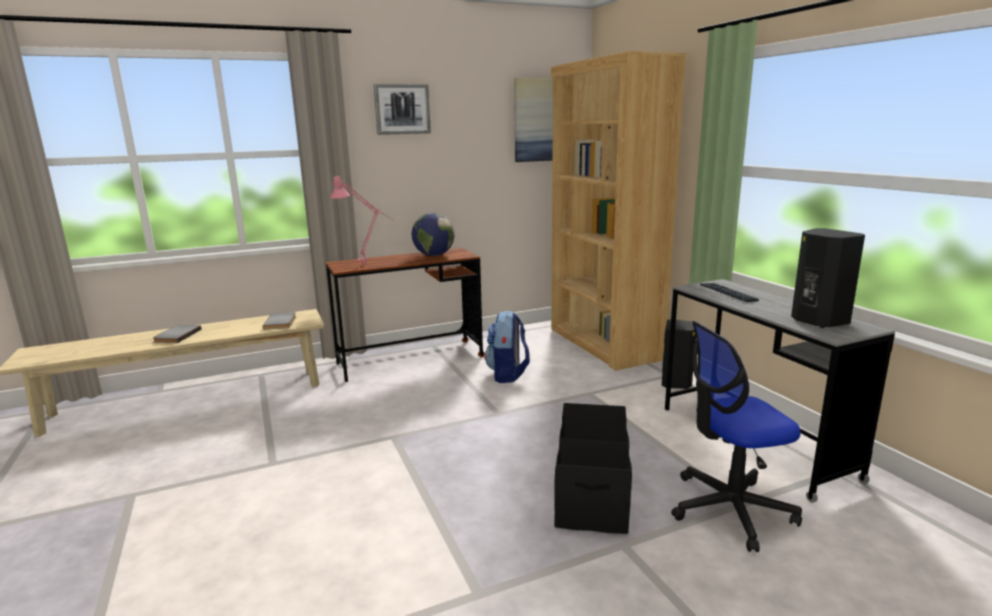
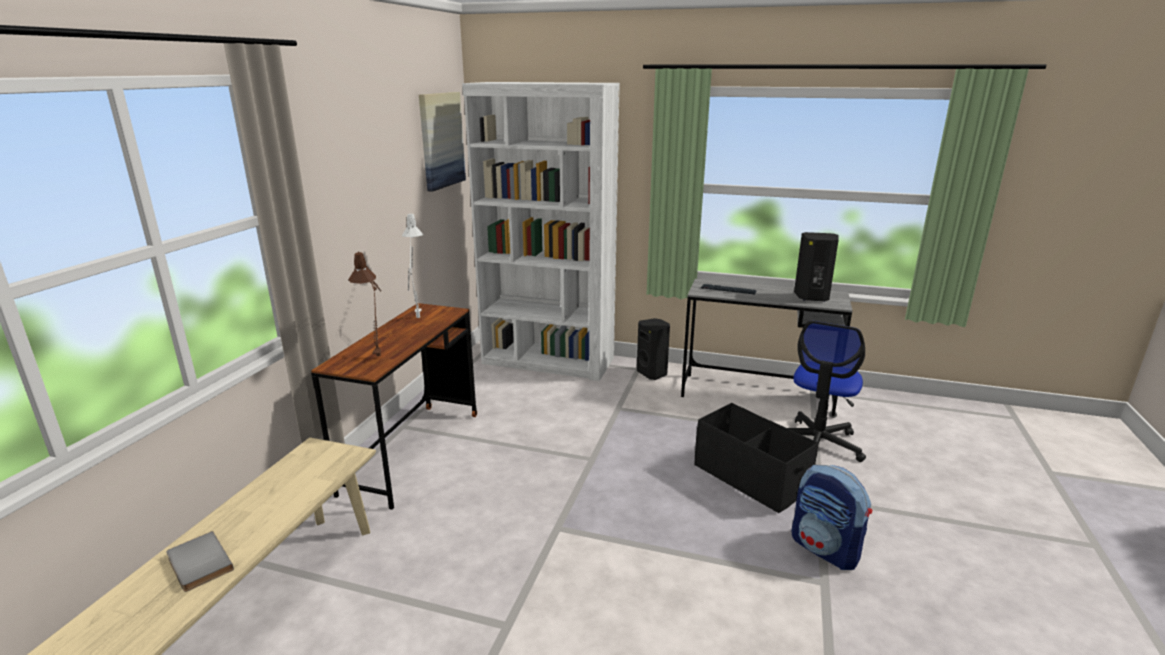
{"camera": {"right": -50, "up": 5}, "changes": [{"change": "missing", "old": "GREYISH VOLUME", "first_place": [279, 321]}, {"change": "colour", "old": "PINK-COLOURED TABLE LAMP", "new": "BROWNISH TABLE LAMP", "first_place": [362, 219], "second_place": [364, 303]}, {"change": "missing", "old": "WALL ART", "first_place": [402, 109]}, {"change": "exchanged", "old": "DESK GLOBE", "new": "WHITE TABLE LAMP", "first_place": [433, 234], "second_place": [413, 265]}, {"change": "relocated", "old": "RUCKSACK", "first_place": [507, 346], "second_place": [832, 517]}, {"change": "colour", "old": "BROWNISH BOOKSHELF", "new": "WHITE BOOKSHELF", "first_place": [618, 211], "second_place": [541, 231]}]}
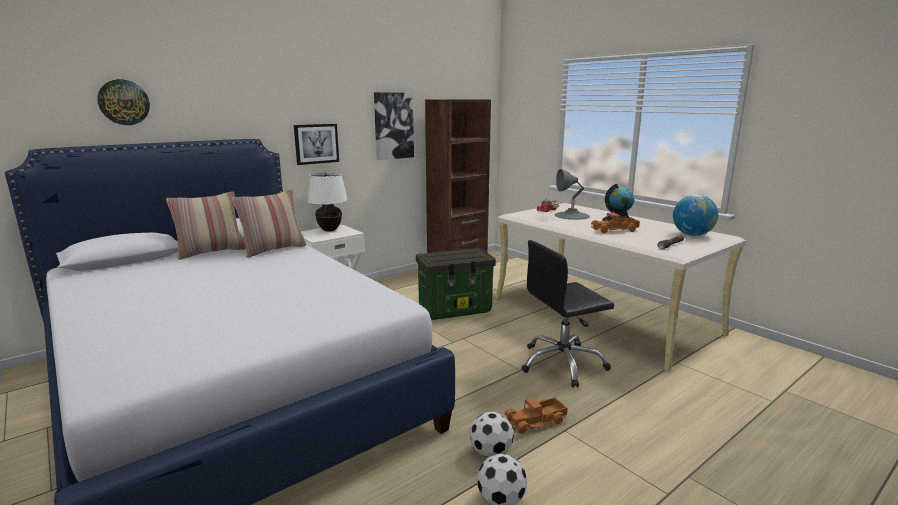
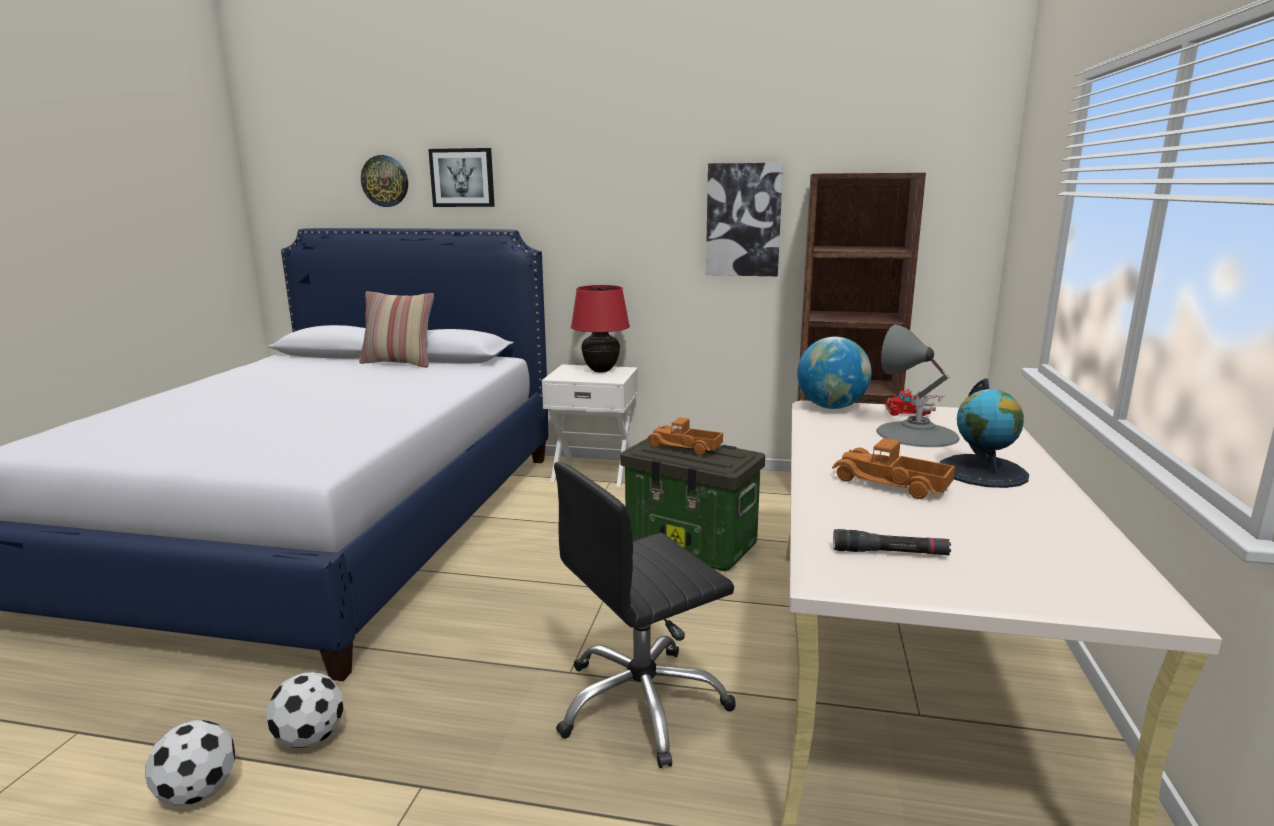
{"camera": {"right": 50, "up": 0}, "changes": [{"change": "missing", "old": "THROW PILLOW", "first_place": [269, 224]}, {"change": "relocated", "old": "WALL ART", "first_place": [316, 144], "second_place": [461, 177]}, {"change": "colour", "old": "WHITE TABLE LAMP", "new": "REDDISH TABLE LAMP", "first_place": [327, 202], "second_place": [600, 329]}, {"change": "relocated", "old": "MODEL TRUCK", "first_place": [536, 415], "second_place": [685, 436]}, {"change": "spun", "old": "BLACKISH OFFICE CHAIR", "first_place": [567, 313], "second_place": [645, 615], "degrees": -60}, {"change": "relocated", "old": "DESK GLOBE", "first_place": [695, 215], "second_place": [834, 373]}]}
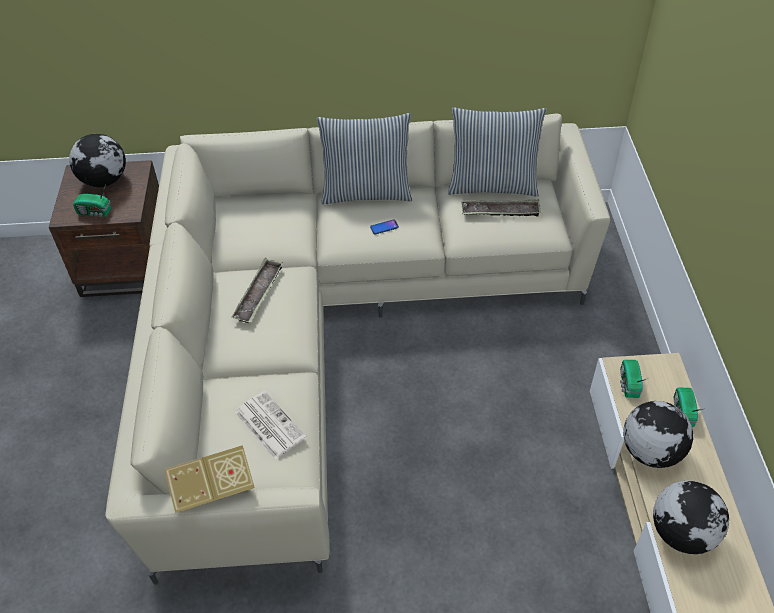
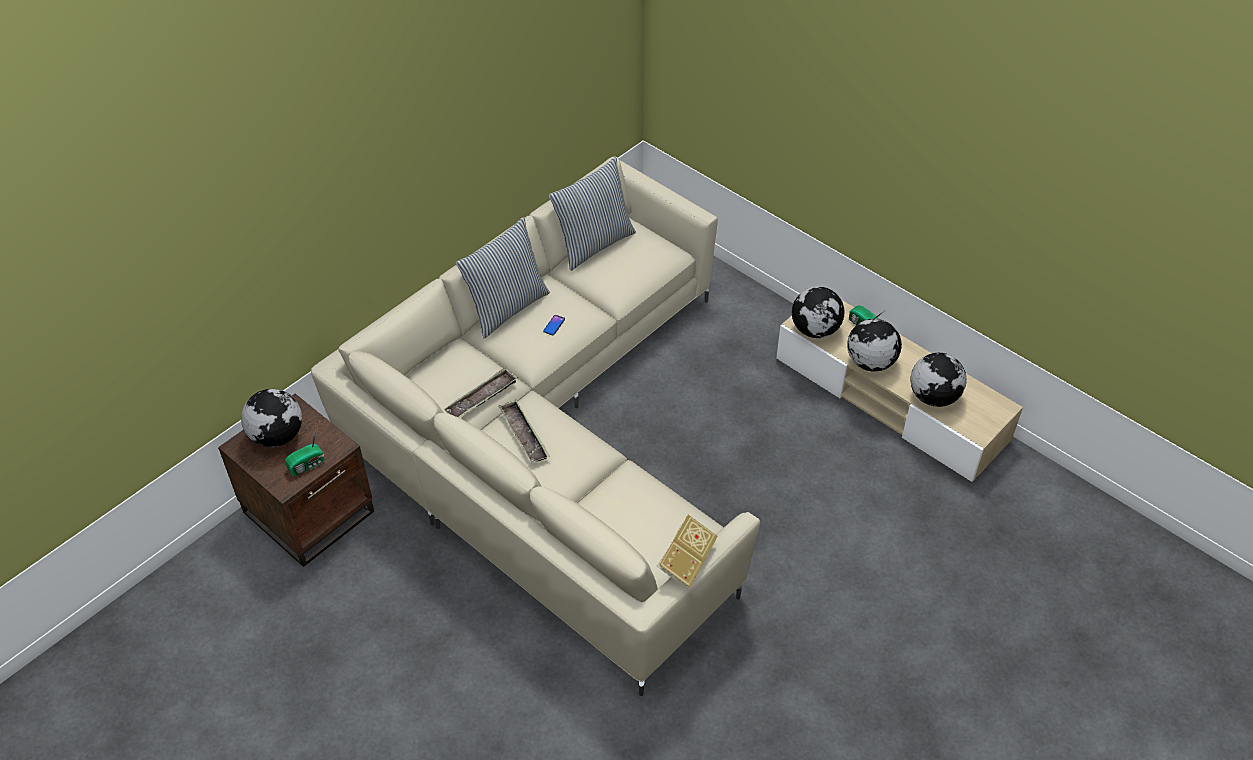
{"camera": {"right": -45, "up": 0}, "changes": [{"change": "missing", "old": "PRINTED PAPER", "first_place": [270, 425]}, {"change": "relocated", "old": "SERVING TRAY", "first_place": [501, 207], "second_place": [480, 392]}, {"change": "exchanged", "old": "RADIO RECEIVER", "new": "DESK GLOBE", "first_place": [633, 379], "second_place": [818, 312]}]}
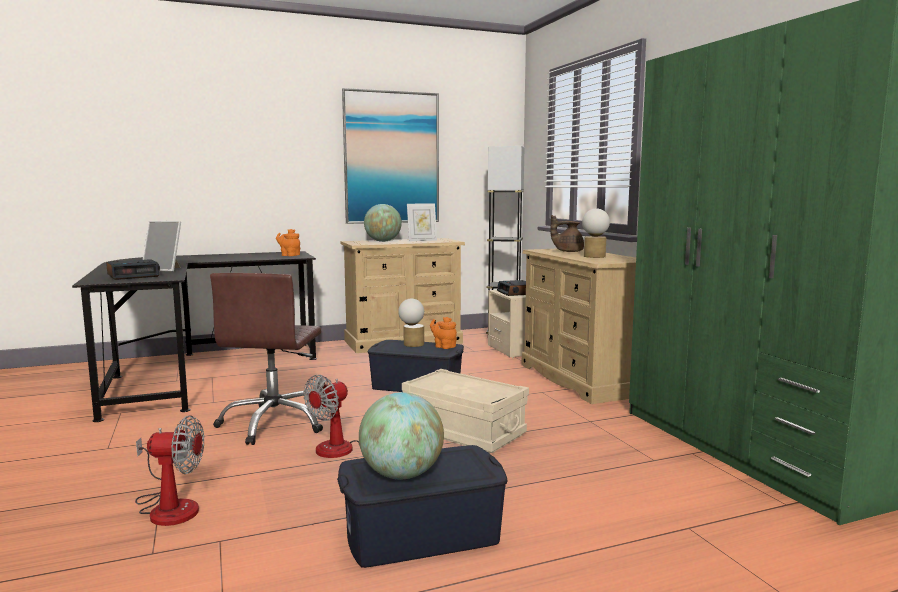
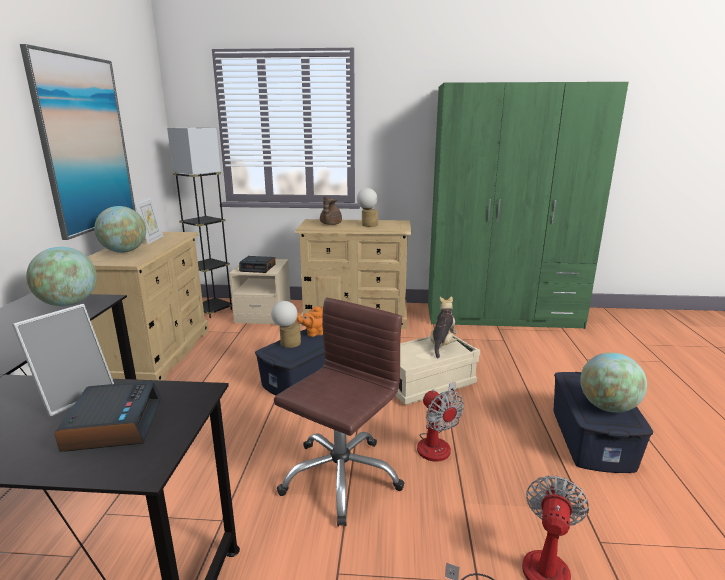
{"camera": {"right": -65, "up": 10}, "changes": [{"change": "spun", "old": "BROWNISH OFFICE CHAIR", "first_place": [266, 359], "second_place": [339, 412], "degrees": -90}, {"change": "exchanged", "old": "ORANGE-COLOURED POT FOR TEA", "new": "DESK GLOBE", "first_place": [288, 242], "second_place": [61, 276]}, {"change": "appeared", "new": "CUDDLY TOY", "second_place": [443, 327]}]}
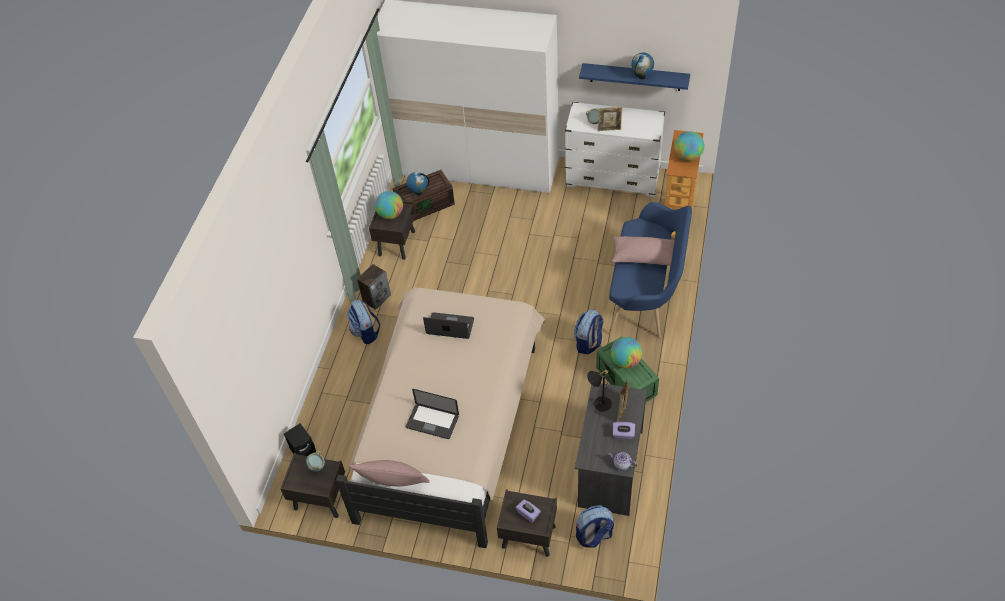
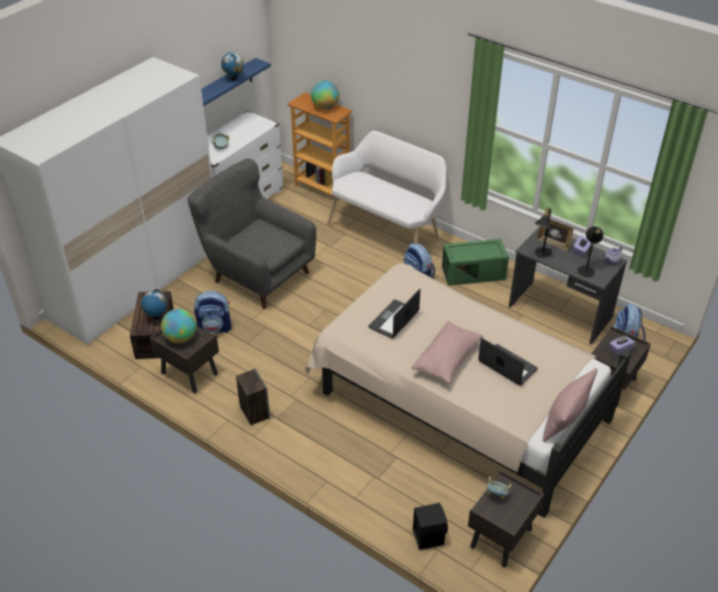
{"camera": {"right": -70, "up": -10}, "changes": [{"change": "relocated", "old": "RUCKSACK", "first_place": [363, 322], "second_place": [213, 312]}, {"change": "spun", "old": "NOTEBOOK COMPUTER", "first_place": [432, 414], "second_place": [508, 362], "degrees": -90}, {"change": "missing", "old": "PICTURE FRAME", "first_place": [610, 119]}, {"change": "colour", "old": "BLUISH BENCH", "new": "WHITE BENCH", "first_place": [650, 270], "second_place": [387, 187]}, {"change": "missing", "old": "DESK GLOBE", "first_place": [626, 353]}, {"change": "relocated", "old": "PINK-COLOURED THROW PILLOW", "first_place": [643, 251], "second_place": [447, 352]}, {"change": "appeared", "new": "GREYISH LOUNGE CHAIR", "second_place": [252, 234]}, {"change": "appeared", "new": "BLACKISH TABLE LAMP", "second_place": [590, 251]}]}
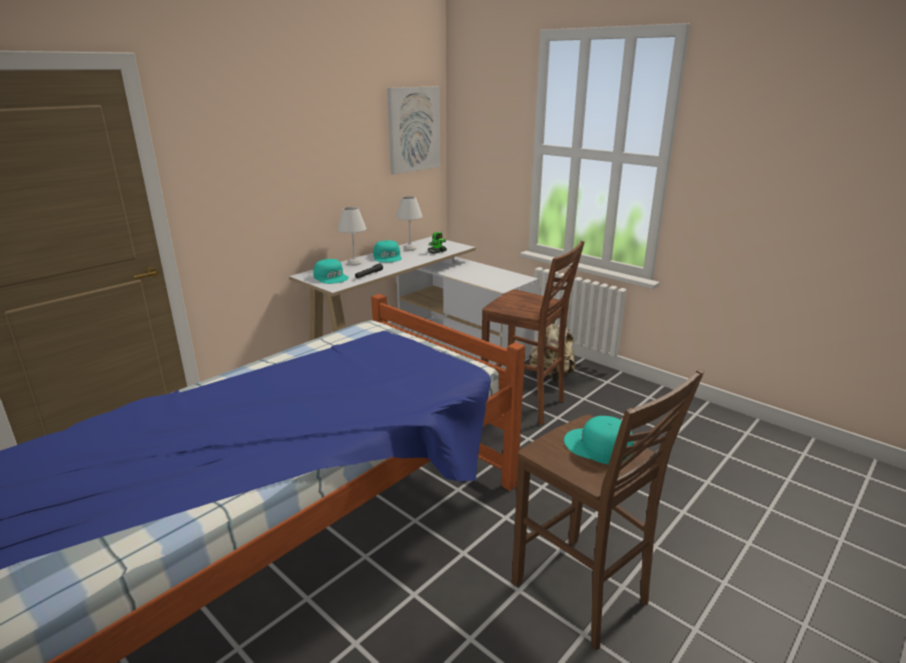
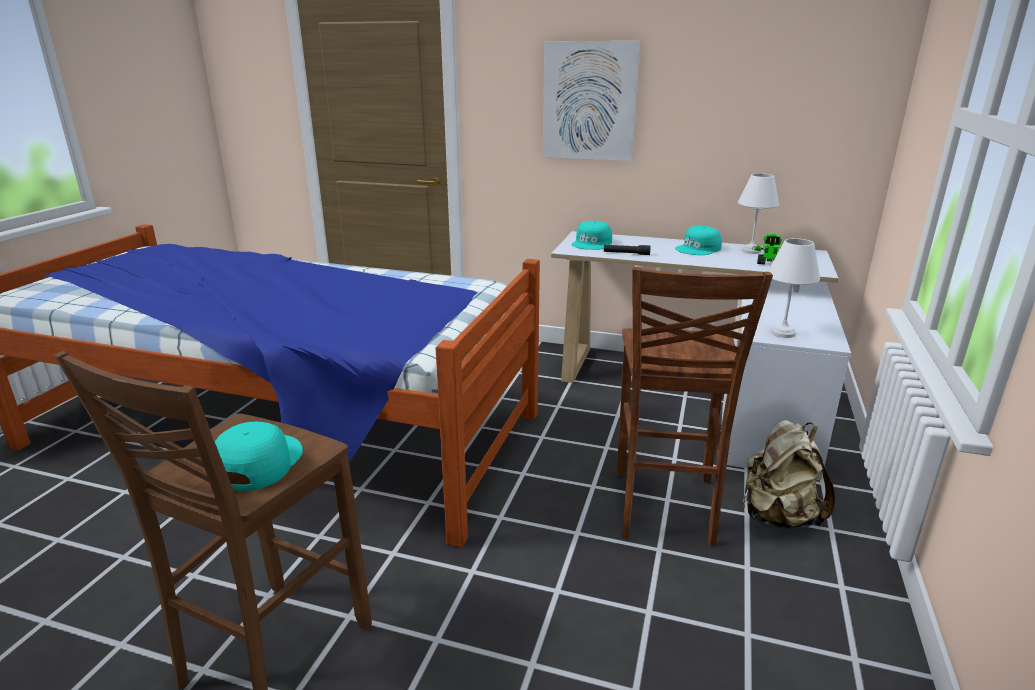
{"camera": {"right": 65, "up": 0}, "changes": [{"change": "relocated", "old": "WHITE TABLE LAMP", "first_place": [352, 236], "second_place": [794, 288]}, {"change": "relocated", "old": "WALL ART", "first_place": [413, 130], "second_place": [591, 101]}]}
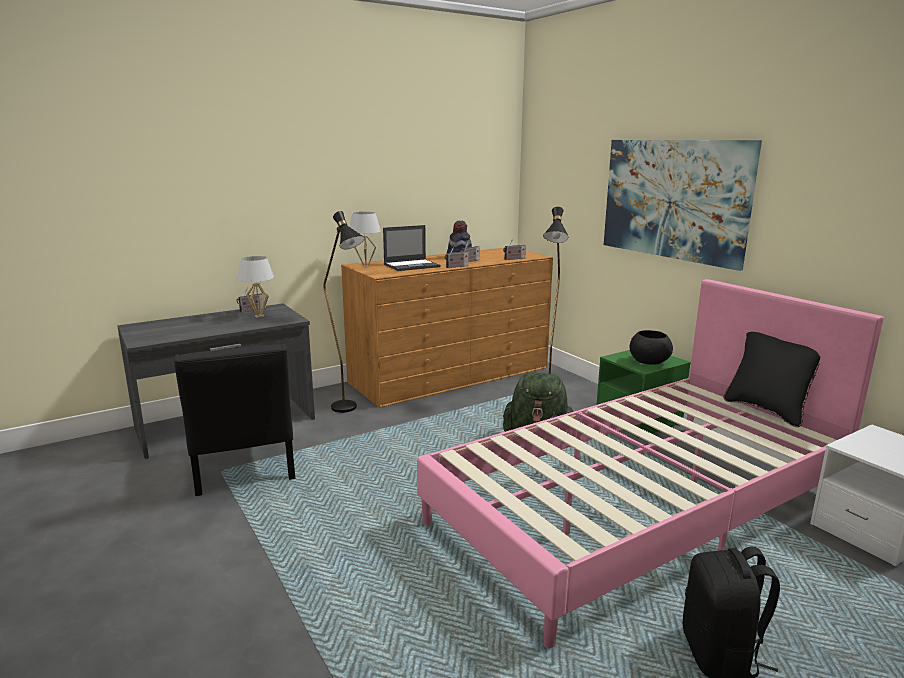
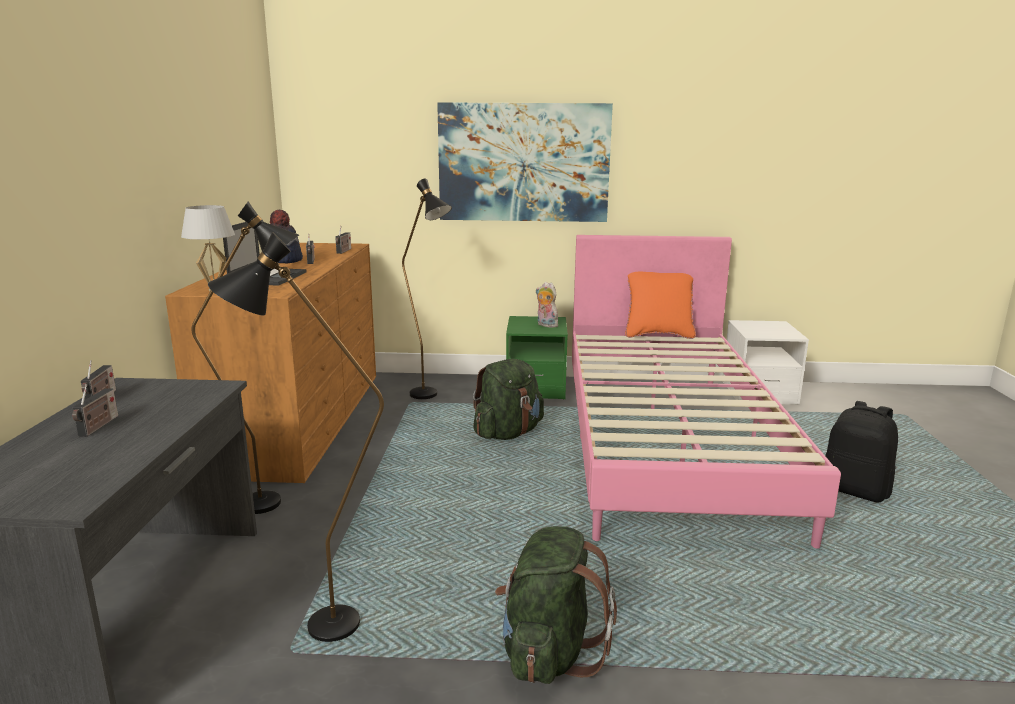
{"camera": {"right": -55, "up": 0}, "changes": [{"change": "exchanged", "old": "BLACKISH PLAIN CHAIR", "new": "BLACKISH STANDARD LAMP", "first_place": [234, 420], "second_place": [296, 437]}, {"change": "missing", "old": "WHITE TABLE LAMP", "first_place": [255, 286]}, {"change": "relocated", "old": "RADIO RECEIVER", "first_place": [457, 256], "second_place": [95, 410]}, {"change": "exchanged", "old": "BLACKISH SERVING BOWL", "new": "CUDDLY TOY", "first_place": [651, 347], "second_place": [546, 305]}, {"change": "colour", "old": "BLACKISH THROW PILLOW", "new": "ORANGE-COLOURED THROW PILLOW", "first_place": [771, 379], "second_place": [660, 305]}, {"change": "appeared", "new": "GREEN RUCKSACK", "second_place": [556, 605]}]}
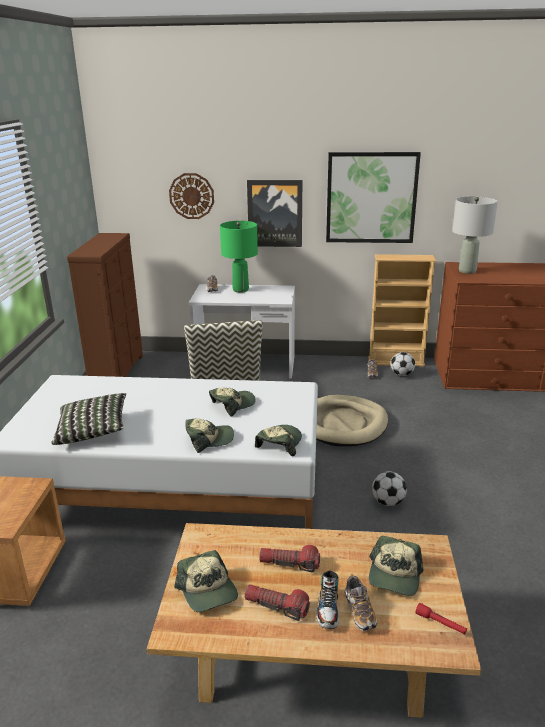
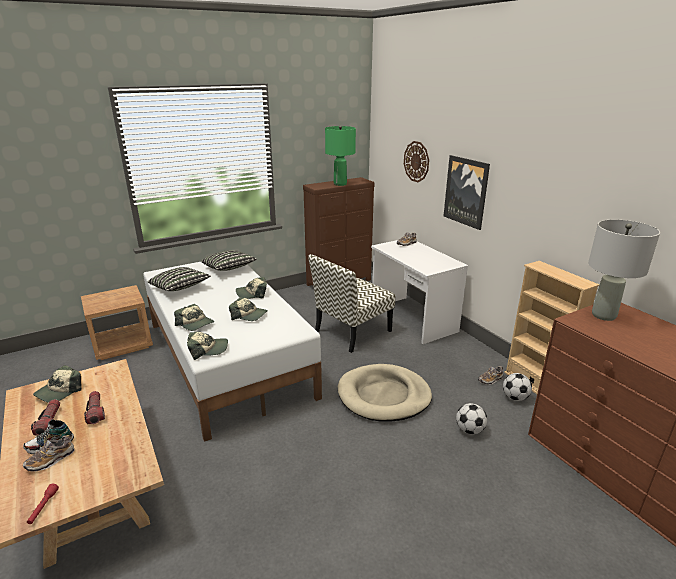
{"camera": {"right": 55, "up": 0}, "changes": [{"change": "relocated", "old": "GREEN TABLE LAMP", "first_place": [239, 257], "second_place": [340, 155]}, {"change": "missing", "old": "WALL ART", "first_place": [373, 197]}, {"change": "relocated", "old": "BASEBALL CAP", "first_place": [396, 566], "second_place": [251, 288]}, {"change": "relocated", "old": "FOOTBALL", "first_place": [389, 488], "second_place": [471, 418]}, {"change": "appeared", "new": "THROW PILLOW", "second_place": [229, 260]}]}
